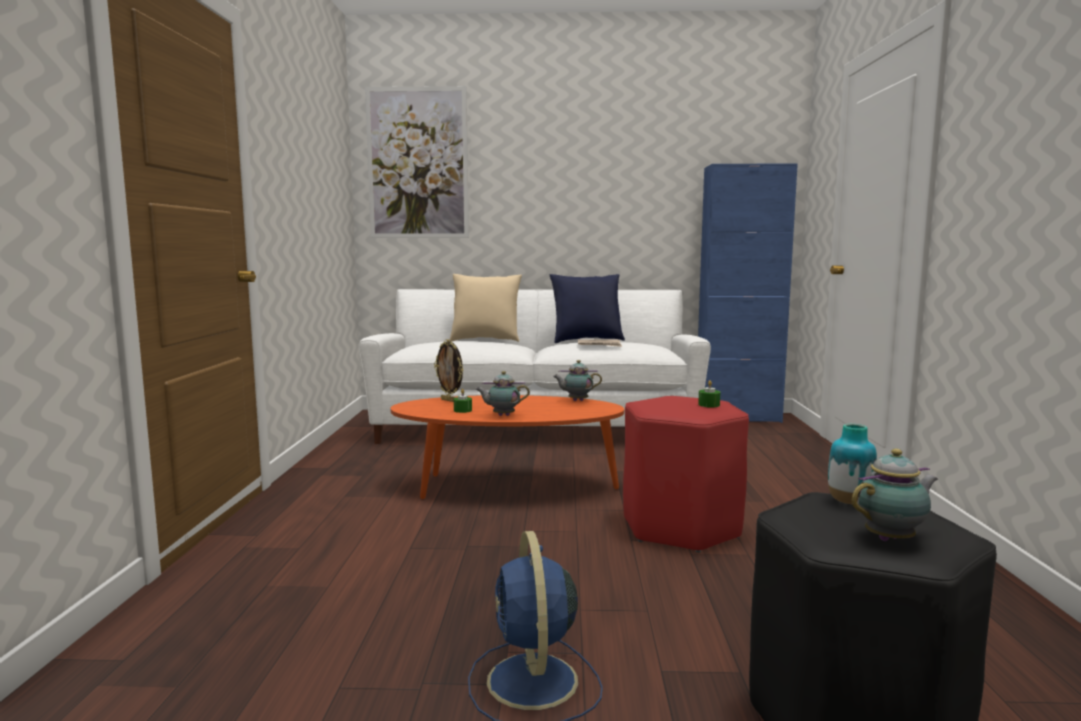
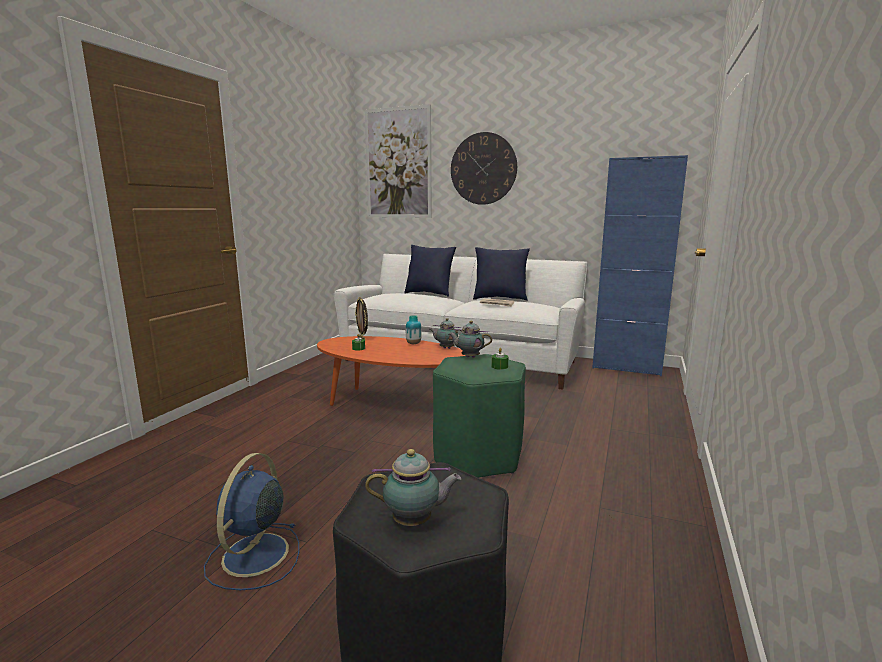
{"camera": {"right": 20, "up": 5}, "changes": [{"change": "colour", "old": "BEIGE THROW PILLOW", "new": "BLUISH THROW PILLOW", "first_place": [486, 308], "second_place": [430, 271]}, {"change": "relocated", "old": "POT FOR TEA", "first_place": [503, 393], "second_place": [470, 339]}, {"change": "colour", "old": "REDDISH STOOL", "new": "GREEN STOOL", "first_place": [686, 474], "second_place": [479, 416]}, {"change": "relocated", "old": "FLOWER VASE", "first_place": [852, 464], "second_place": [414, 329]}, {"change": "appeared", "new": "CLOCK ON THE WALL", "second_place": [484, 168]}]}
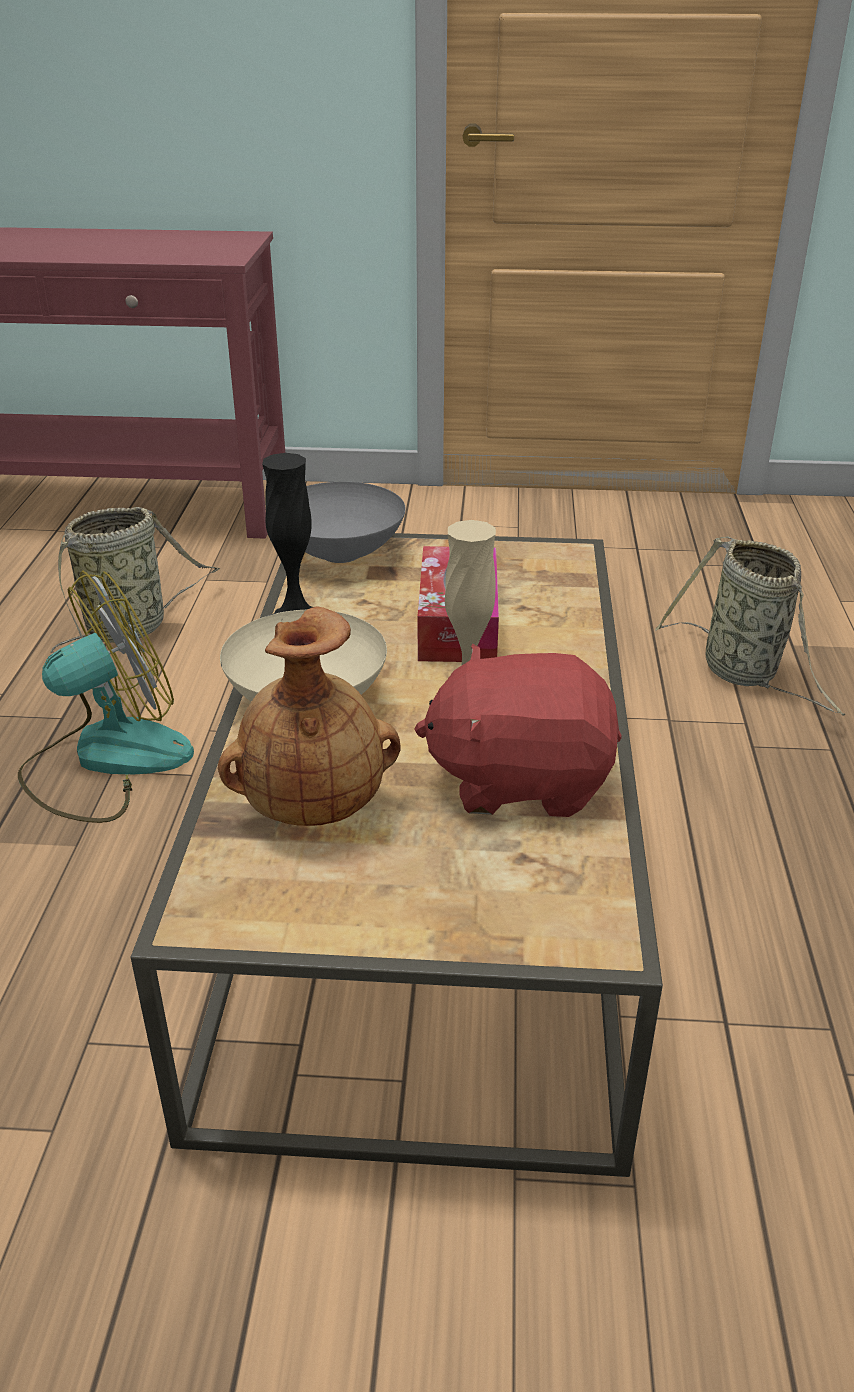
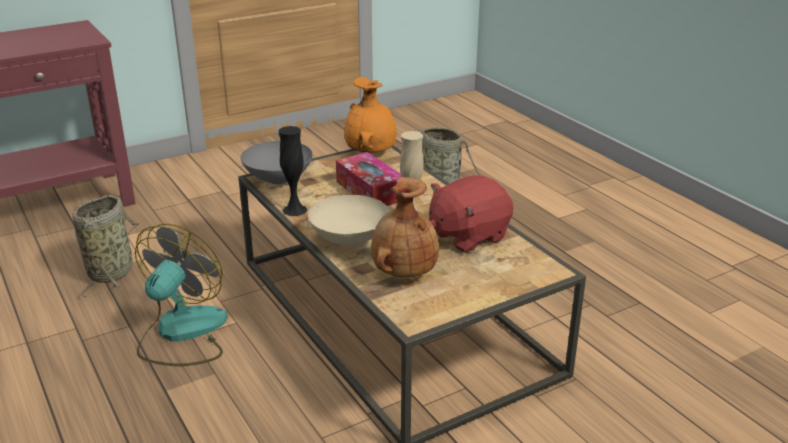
{"camera": {"right": -35, "up": -5}, "changes": [{"change": "appeared", "new": "ORANGE-COLOURED FLOWER VASE", "second_place": [370, 115]}]}
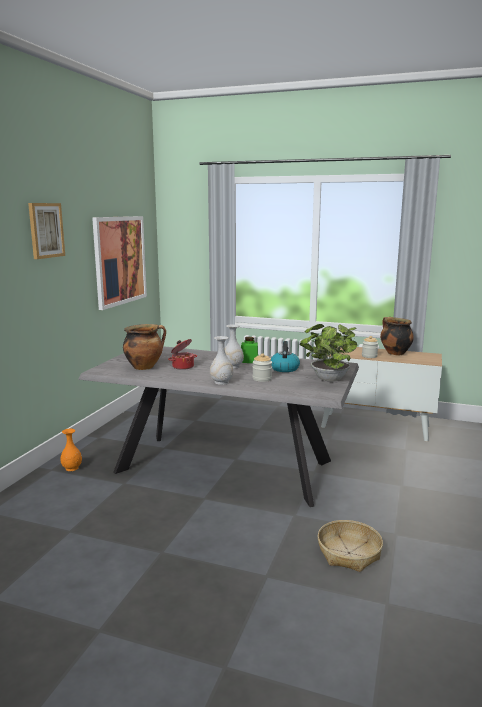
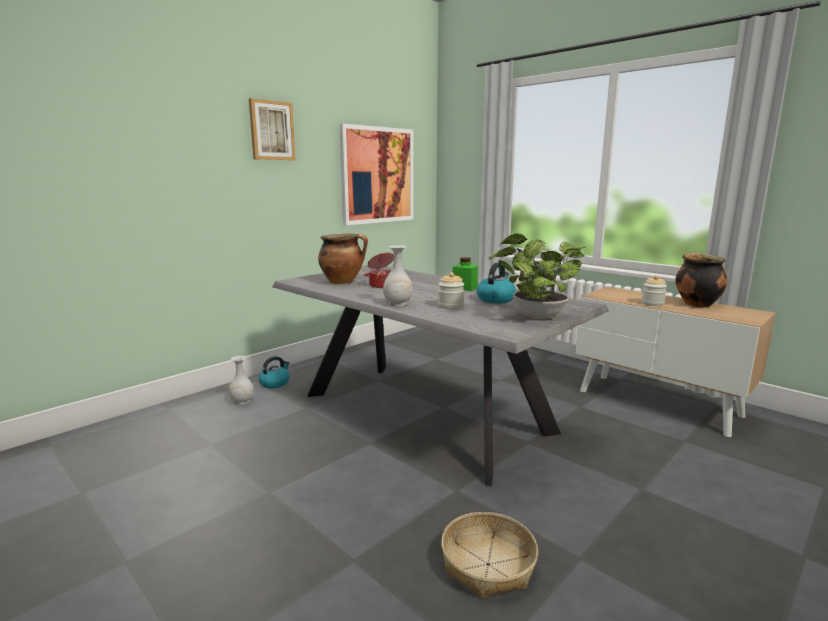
{"camera": {"right": 25, "up": 0}, "changes": [{"change": "exchanged", "old": "ORANGE-COLOURED FLOWER VASE", "new": "TEA KETTLE", "first_place": [71, 450], "second_place": [274, 372]}, {"change": "relocated", "old": "WHITE FLOWER VASE", "first_place": [234, 346], "second_place": [241, 380]}]}
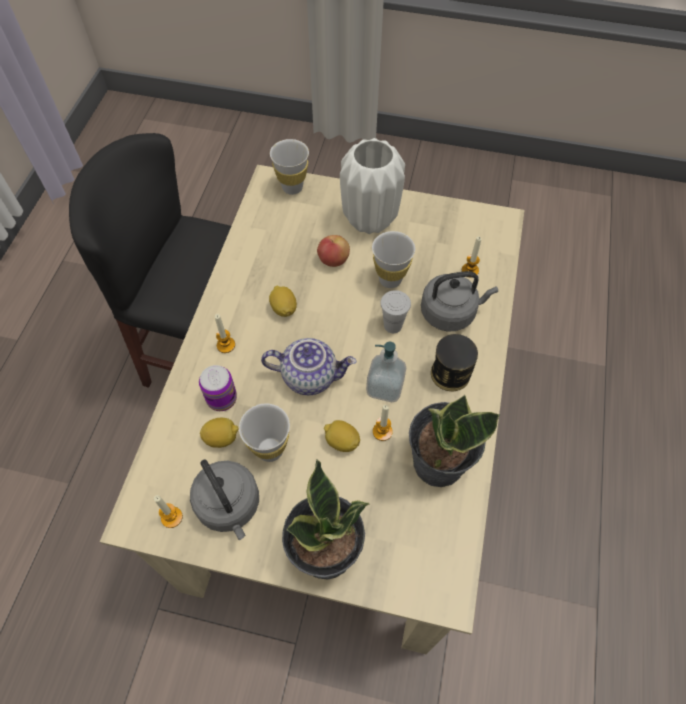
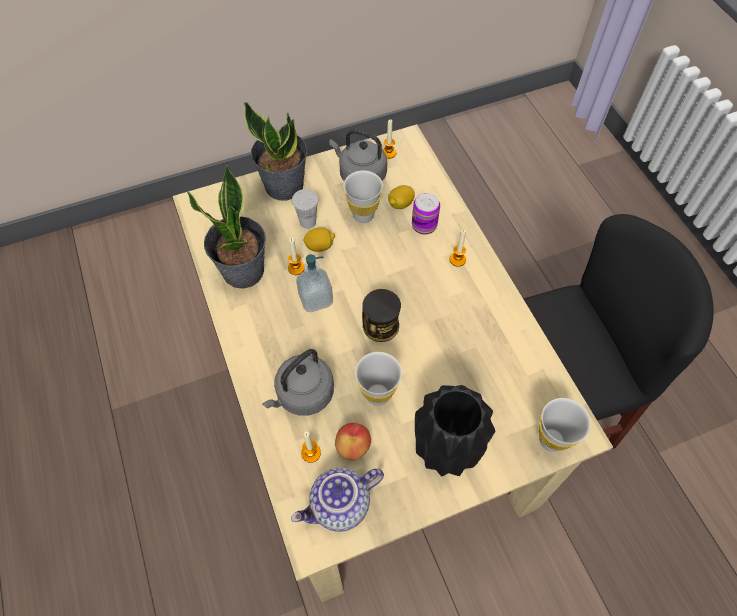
{"camera": {"right": 145, "up": 0}, "changes": [{"change": "relocated", "old": "POT FOR TEA", "first_place": [308, 366], "second_place": [337, 500]}, {"change": "missing", "old": "WHOLE LEMON", "first_place": [283, 301]}, {"change": "relocated", "old": "APPLE FRUIT", "first_place": [333, 251], "second_place": [353, 441]}, {"change": "colour", "old": "WHITE FLOWER VASE", "new": "BLACKISH FLOWER VASE", "first_place": [372, 186], "second_place": [455, 430]}, {"change": "relocated", "old": "WHITE DRINKING CUP", "first_place": [395, 311], "second_place": [305, 209]}, {"change": "relocated", "old": "METAL CAN", "first_place": [454, 362], "second_place": [381, 315]}]}
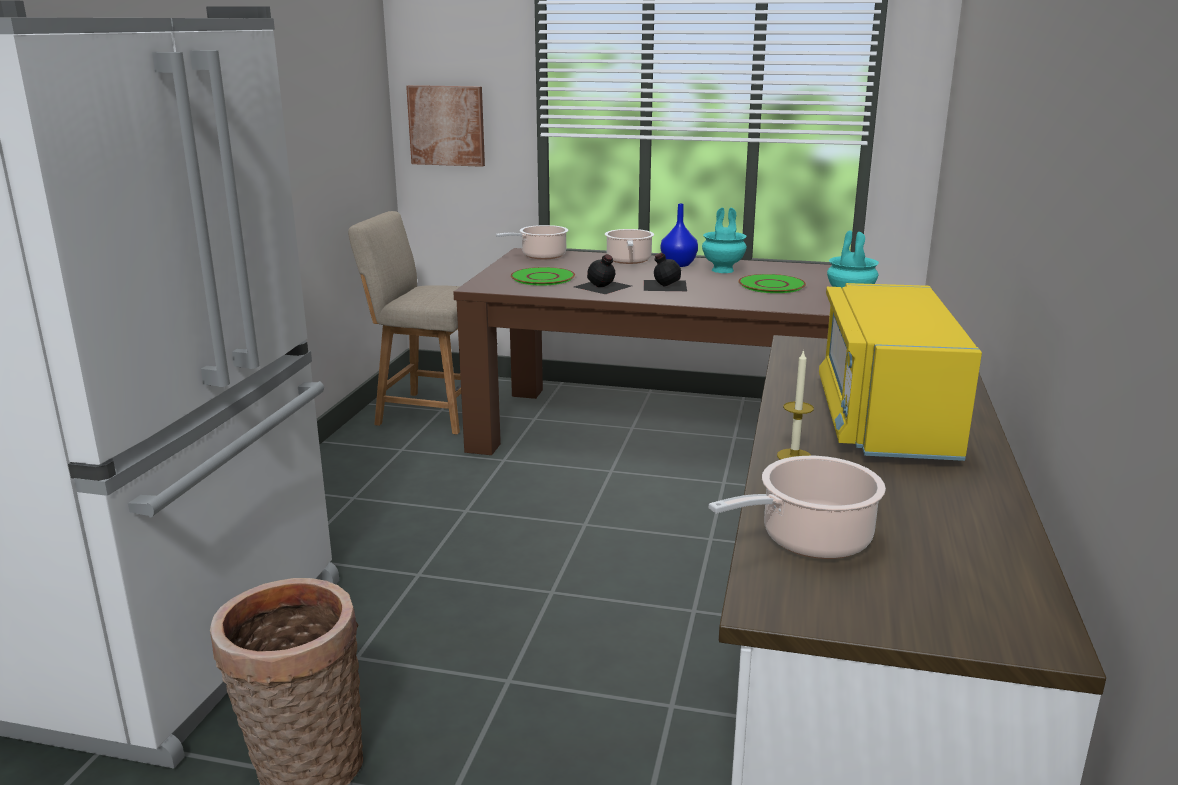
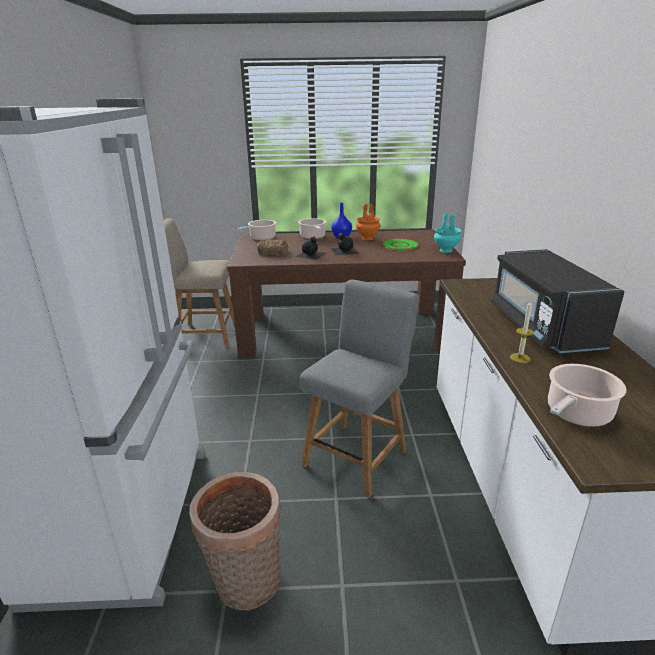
{"camera": {"right": -15, "up": 5}, "changes": [{"change": "missing", "old": "WALL ART", "first_place": [445, 126]}, {"change": "exchanged", "old": "GREEN PLATE", "new": "BREAD", "first_place": [543, 276], "second_place": [272, 248]}, {"change": "colour", "old": "TURQUOISE FLOWER VASE", "new": "ORANGE-COLOURED FLOWER VASE", "first_place": [724, 240], "second_place": [368, 222]}, {"change": "colour", "old": "YELLOW MICROWAVE OVEN", "new": "BLACKISH MICROWAVE OVEN", "first_place": [900, 372], "second_place": [558, 301]}, {"change": "appeared", "new": "GREYISH PLAIN CHAIR", "second_place": [359, 388]}]}
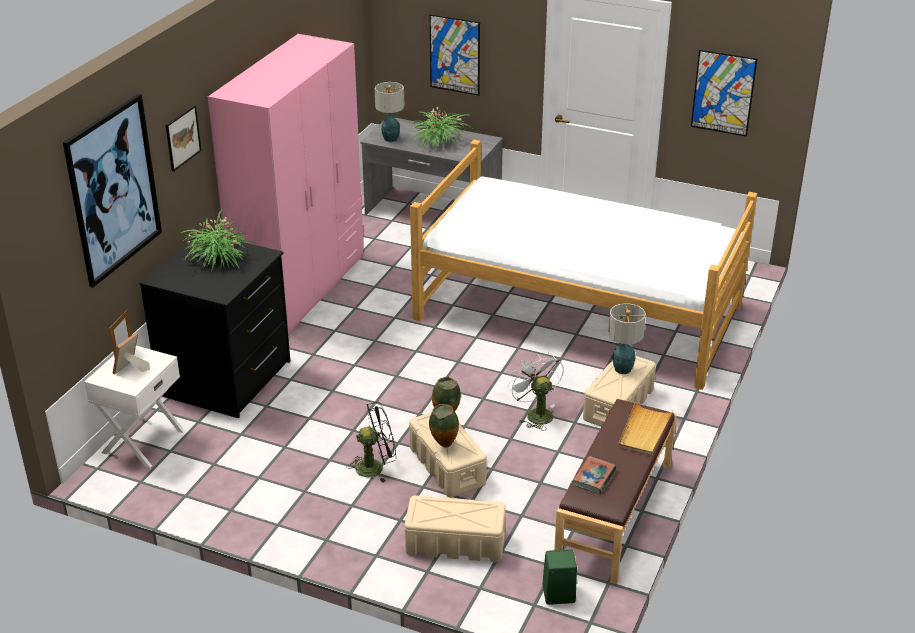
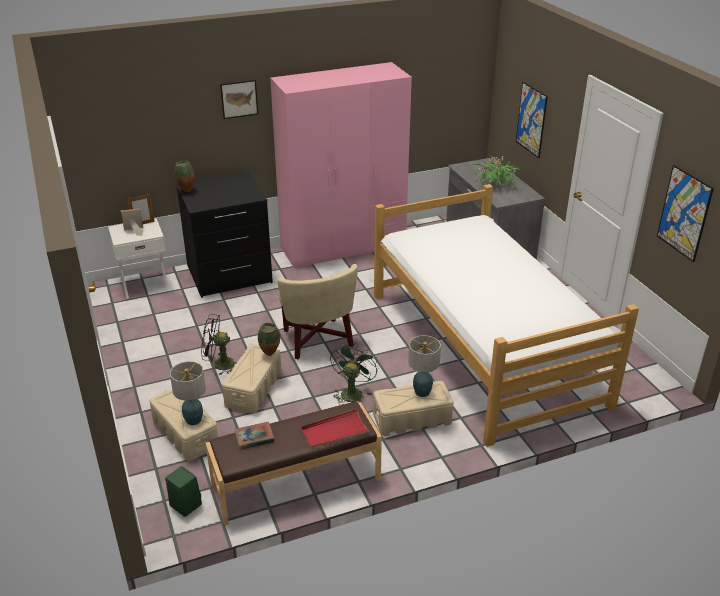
{"camera": {"right": 45, "up": 0}, "changes": [{"change": "missing", "old": "WALL ART", "first_place": [112, 191]}, {"change": "missing", "old": "PLANT IN A POT", "first_place": [217, 240]}, {"change": "spun", "old": "BLACKISH ELECTRIC FAN", "first_place": [371, 442], "second_place": [218, 344], "degrees": 150}, {"change": "relocated", "old": "TABLE LAMP", "first_place": [389, 112], "second_place": [188, 393]}, {"change": "relocated", "old": "FLOWER VASE", "first_place": [444, 426], "second_place": [184, 177]}, {"change": "colour", "old": "WHITE ELECTRIC FAN", "new": "GREEN ELECTRIC FAN", "first_place": [536, 391], "second_place": [354, 373]}, {"change": "colour", "old": "BEIGE SERVING TRAY", "new": "REDDISH SERVING TRAY", "first_place": [645, 428], "second_place": [335, 429]}, {"change": "appeared", "new": "BEIGE LOUNGE CHAIR", "second_place": [318, 311]}]}
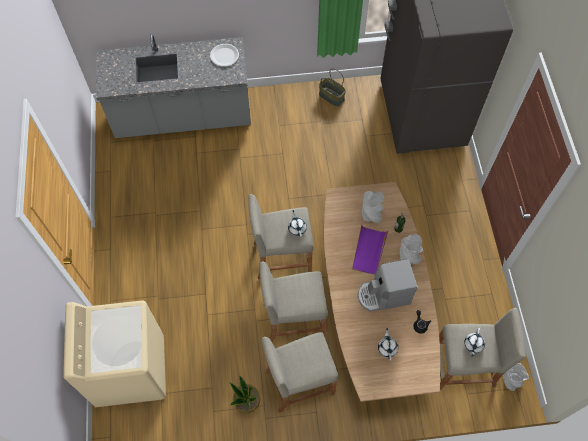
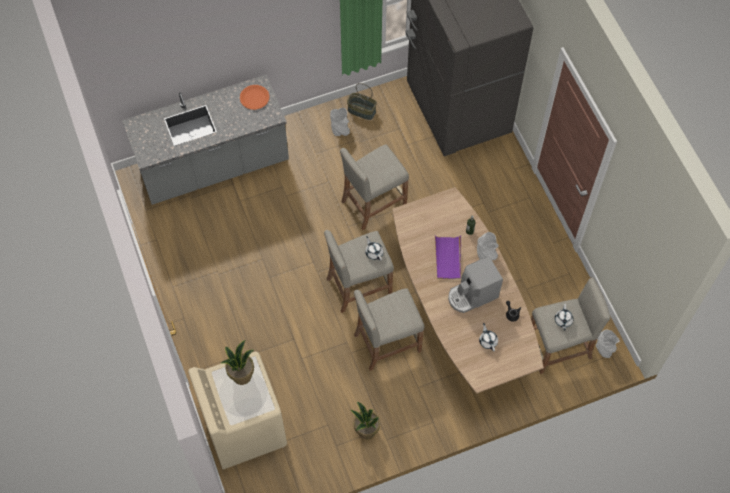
{"camera": {"right": -15, "up": 0}, "changes": [{"change": "colour", "old": "WHITE PLATE", "new": "ORANGE-COLOURED PLATE", "first_place": [224, 55], "second_place": [254, 97]}, {"change": "relocated", "old": "BEIGE STOOL", "first_place": [299, 372], "second_place": [374, 187]}, {"change": "relocated", "old": "GREYISH FLOWER VASE", "first_place": [373, 207], "second_place": [340, 122]}, {"change": "appeared", "new": "PLANT IN A POT", "second_place": [237, 362]}]}
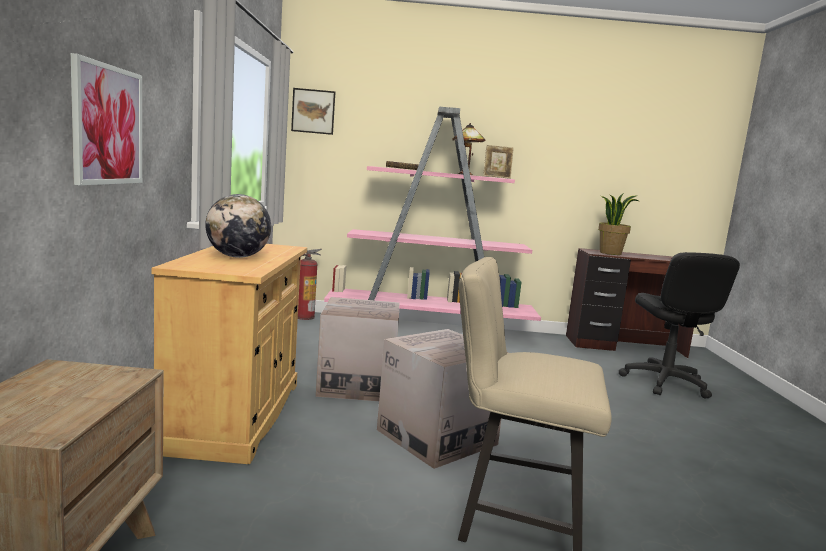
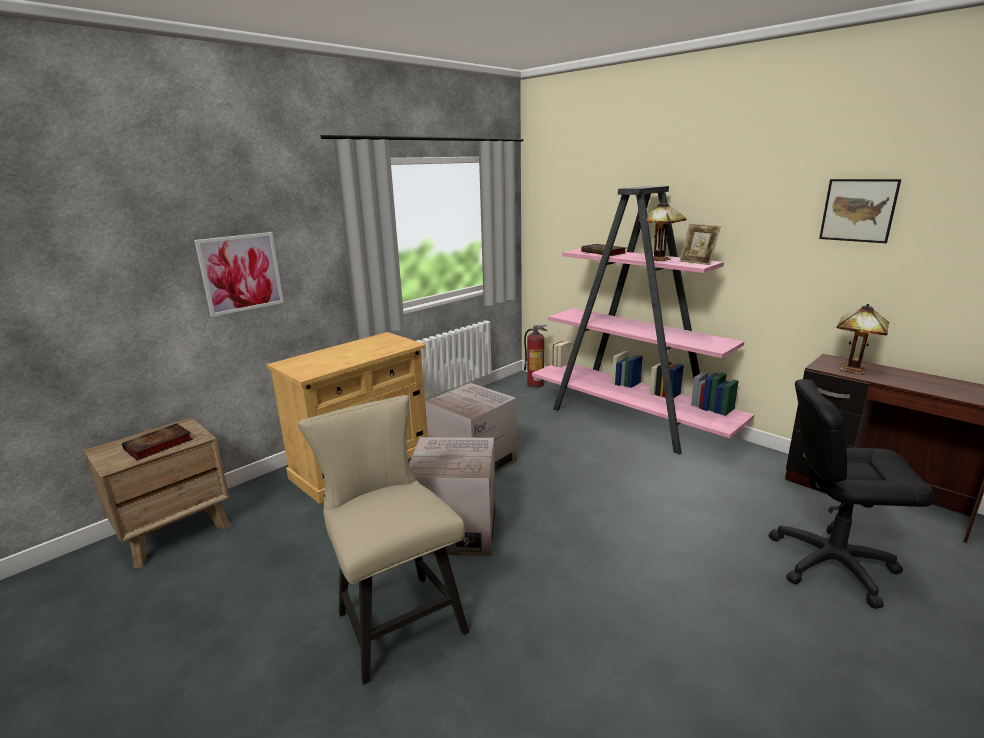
{"camera": {"right": 45, "up": 10}, "changes": [{"change": "missing", "old": "DESK GLOBE", "first_place": [238, 226]}, {"change": "relocated", "old": "WALL ART", "first_place": [313, 111], "second_place": [860, 211]}, {"change": "exchanged", "old": "PLANT IN A POT", "new": "TABLE LAMP", "first_place": [618, 224], "second_place": [863, 339]}, {"change": "spun", "old": "BLACKISH OFFICE CHAIR", "first_place": [679, 325], "second_place": [851, 494], "degrees": 60}, {"change": "appeared", "new": "VOLUME", "second_place": [157, 442]}]}
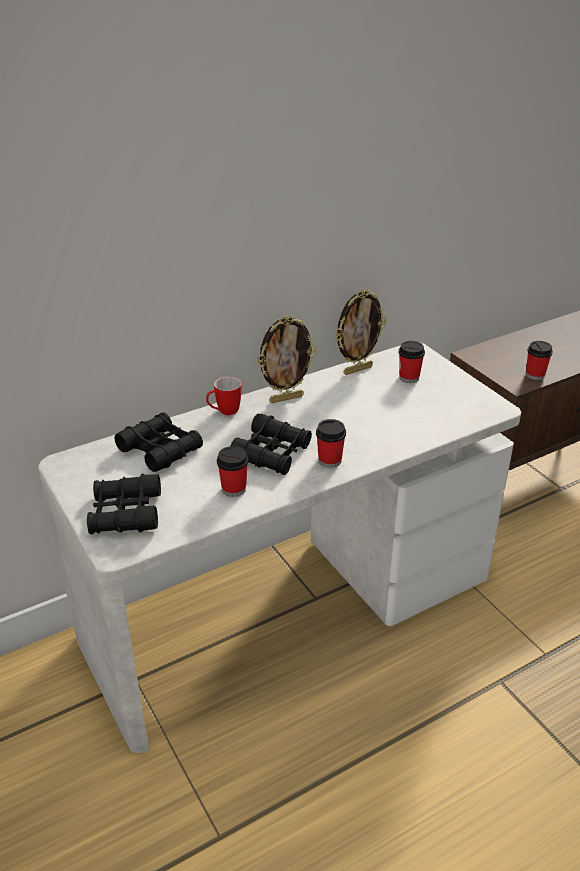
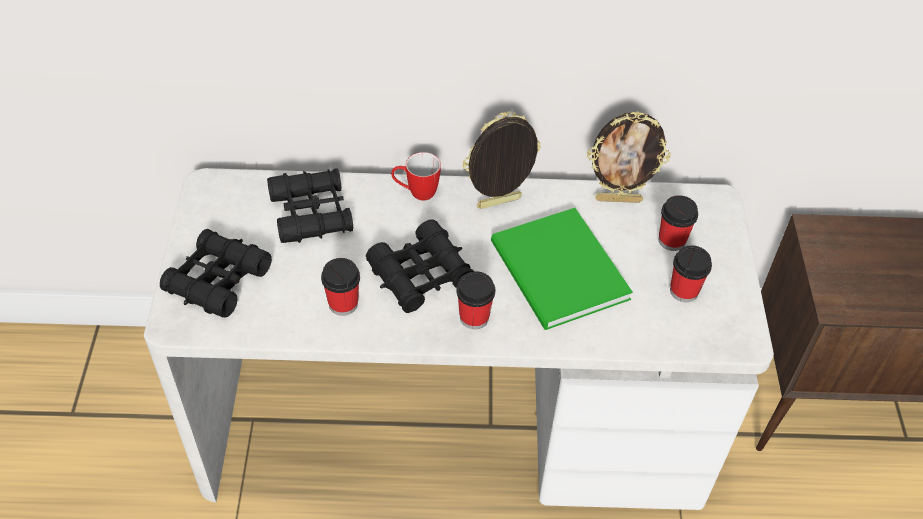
{"camera": {"right": 30, "up": 15}, "changes": [{"change": "spun", "old": "PICTURE FRAME", "first_place": [286, 359], "second_place": [502, 160], "degrees": 150}, {"change": "relocated", "old": "DRINKING CUP", "first_place": [539, 360], "second_place": [691, 273]}, {"change": "appeared", "new": "GREEN VOLUME", "second_place": [562, 269]}]}
